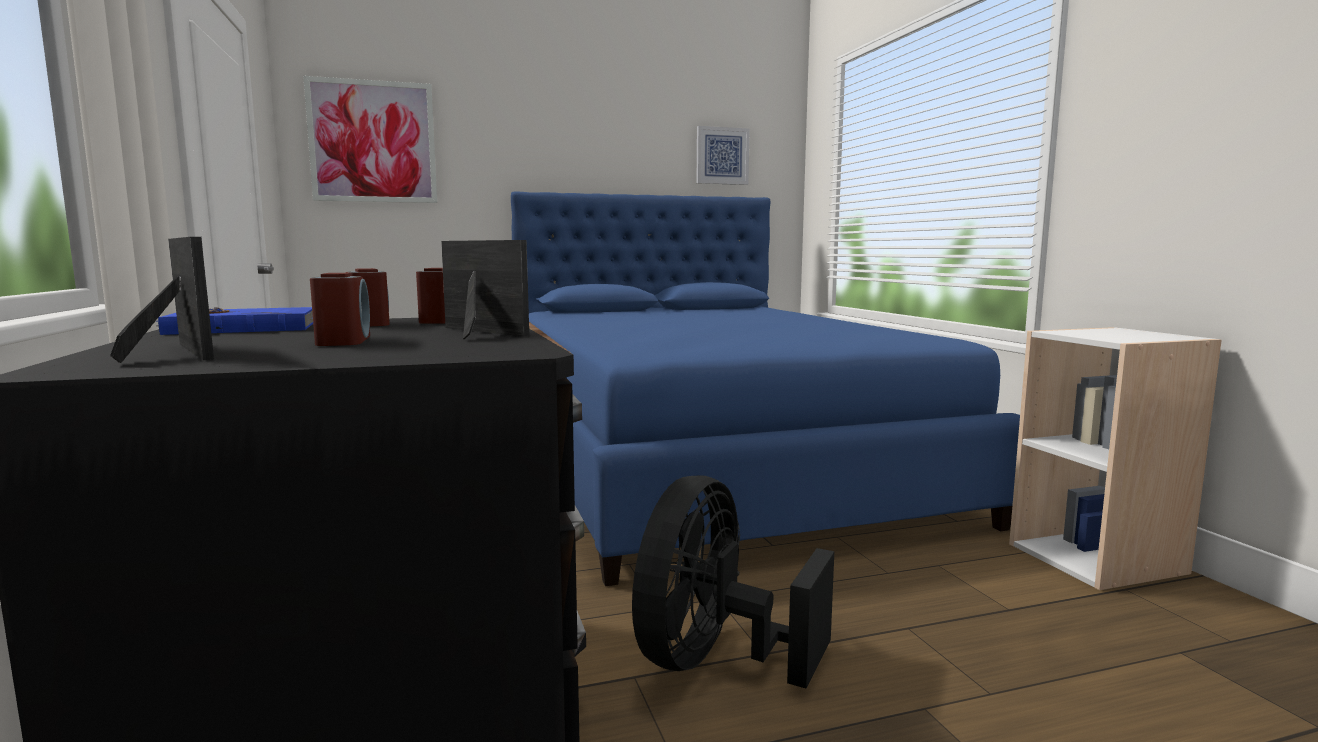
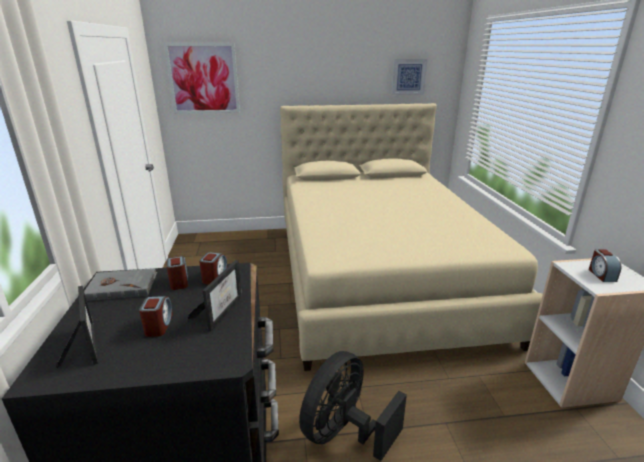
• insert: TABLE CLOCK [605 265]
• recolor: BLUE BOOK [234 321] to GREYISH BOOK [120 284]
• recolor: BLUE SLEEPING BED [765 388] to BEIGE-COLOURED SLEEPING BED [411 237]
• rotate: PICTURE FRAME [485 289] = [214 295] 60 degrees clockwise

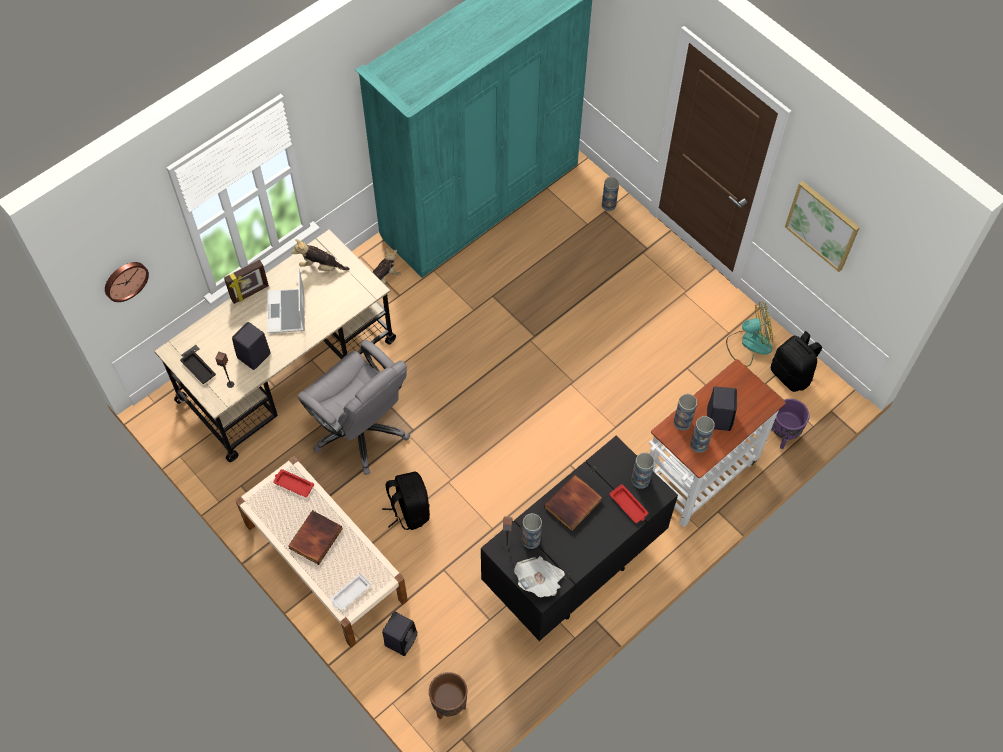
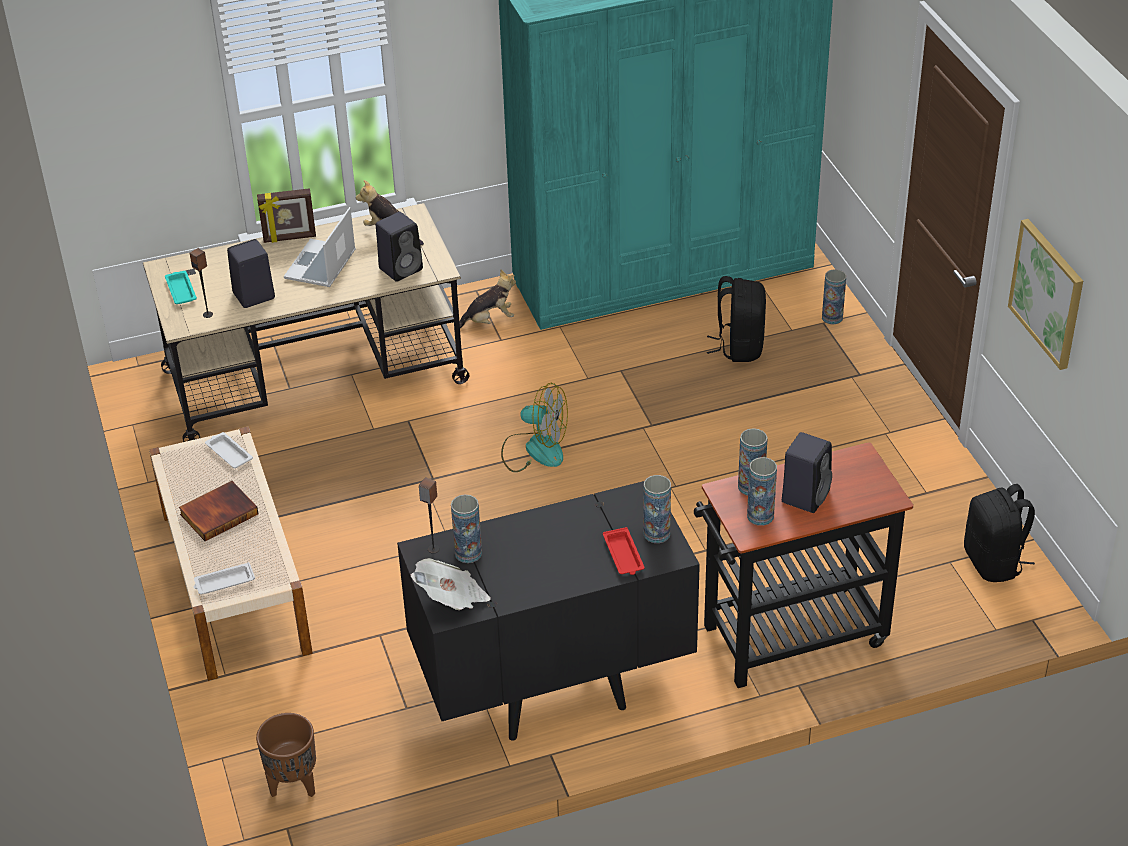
• delete: WALL CLOCK [127 282]
• delete: GREYISH OFFICE CHAIR [354 407]
• delete: BOOK [573 503]
• delete: PURPLISH FLOWER POT [790 424]
• move: BLACK RUCKSACK [406 501] to [736 319]
• move: BLACK AUDIO SPEAKER [399 634] to [399 247]
• move: ELECTRIC FAN [749 334] to [534 427]
• recolor: BLACK TRAY [198 367] to BLUE-GREEN TRAY [181 287]
• recolor: RED-COLOURED TRAY [293 483] to WHITE-COLOURED TRAY [229 450]
• recolor: WHITE-COLOURED WHEELED CART [717 443] to BLACK WHEELED CART [803 565]

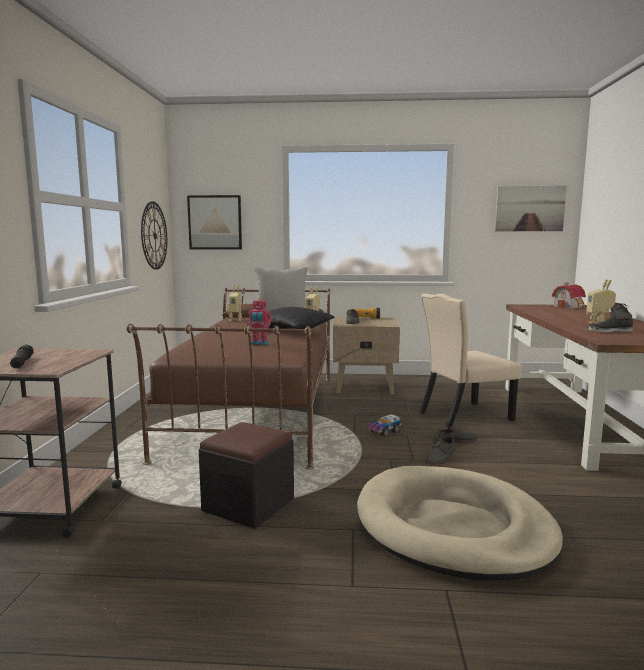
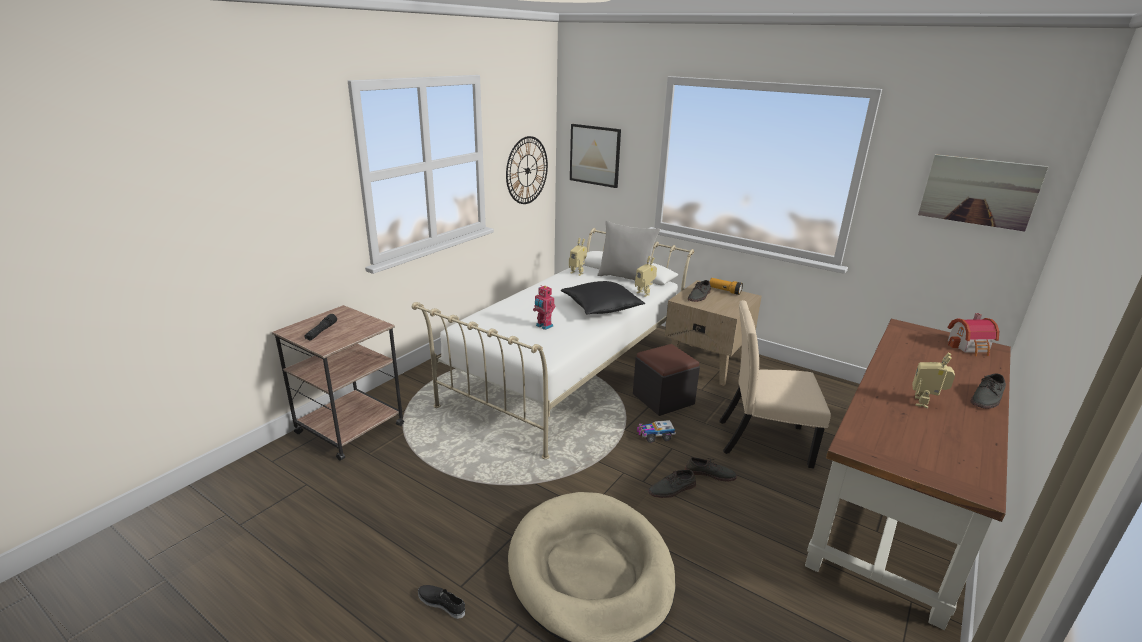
• move: BLACK POUFFE [246 475] to [666 380]
• move: BLACK SHOE [610 323] to [441 602]
• recolor: BROWN-COLOURED SLEEPING BED [228 378] to WHITE-COLOURED SLEEPING BED [553 343]

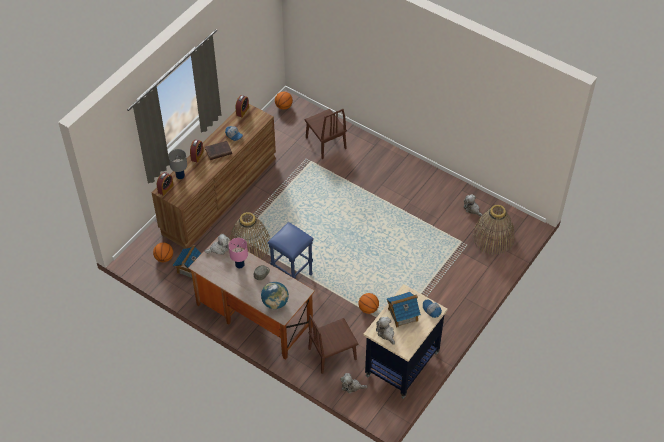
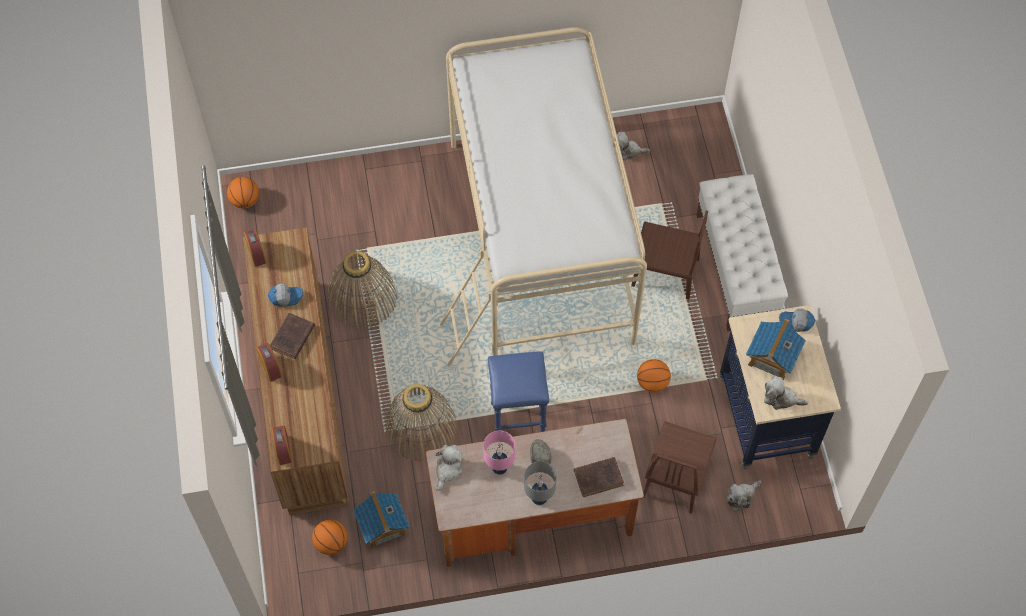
• insert: BEIGE-COLOURED SLEEPING BED [543 196]
• insert: WHITE-COLOURED BENCH [742 252]
• move: GREYISH LAMP FOR A TABLE [177 164] to [540 483]
• move: BROWN-COLOURED UPRIGHT CHAIR [325 134] to [669 255]
• move: STORAGE BASKET [493 230] to [362 290]
• replace: DESK GLOBE [275 295] to BROWN-COLOURED BOOK [599 477]

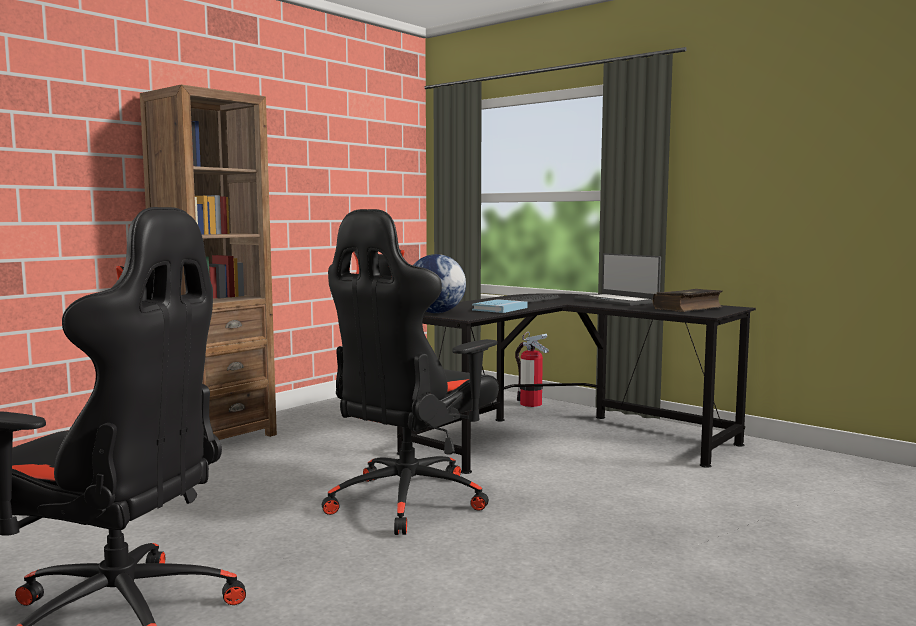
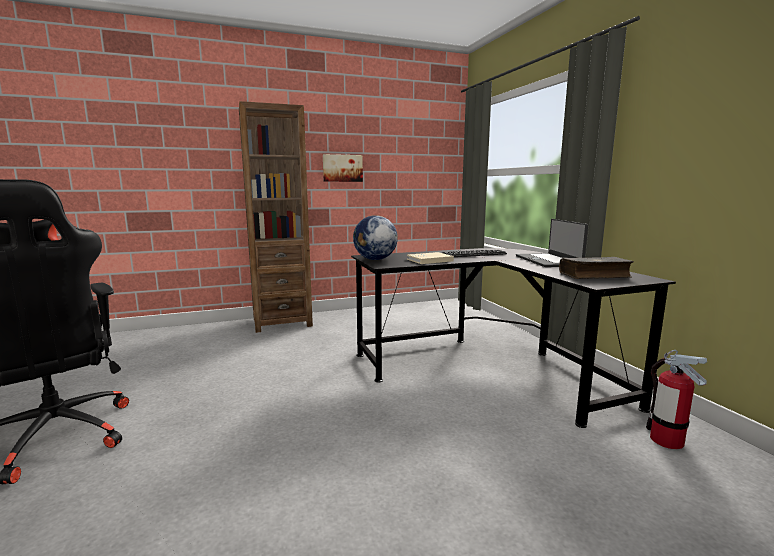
• delete: BLACK OFFICE CHAIR [410 372]
• insert: PICTURE [343 168]
• move: FIRE EXTINGUISHER [532 369] to [676 399]
• recolor: BLUE BOOK [499 306] to BEIGE-COLOURED BOOK [430 258]

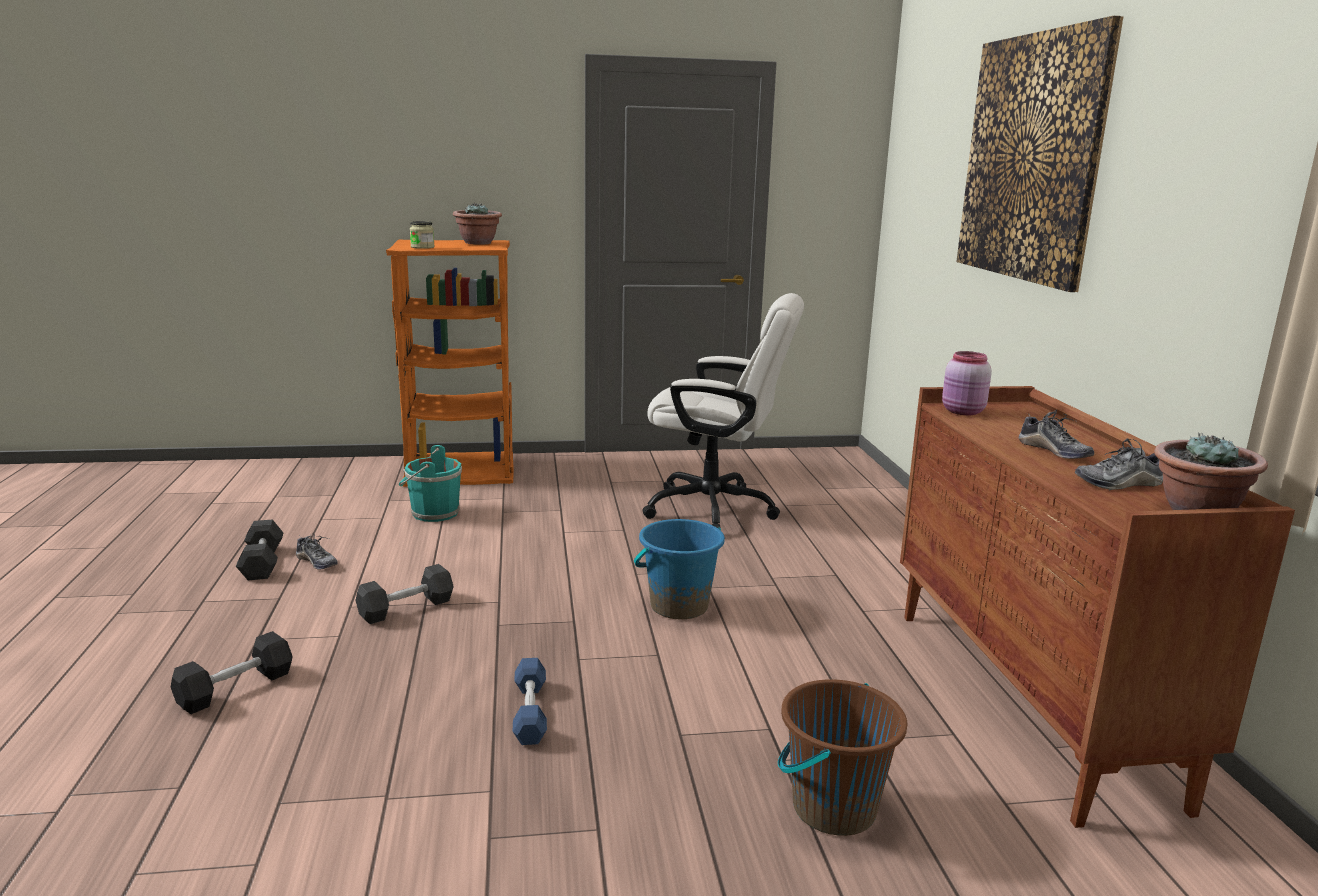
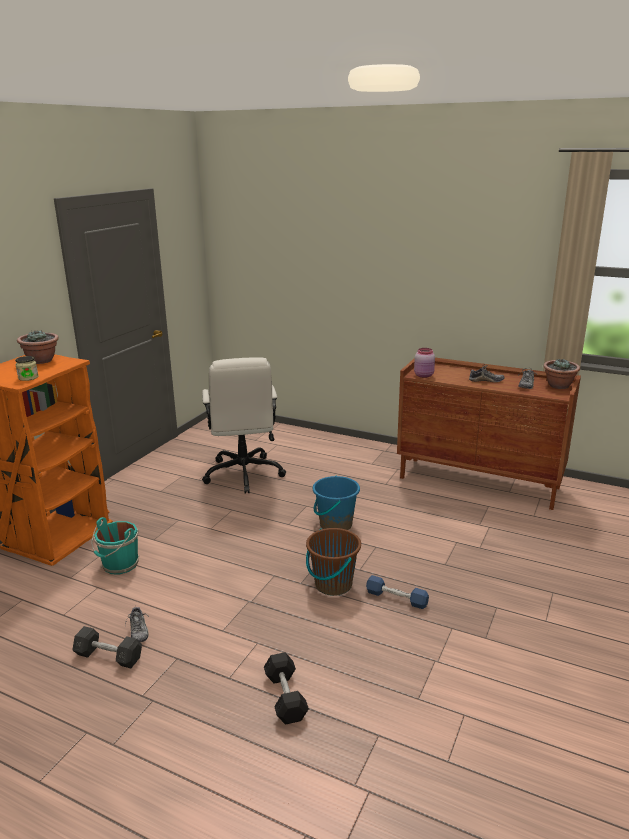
• delete: GREYISH DUMBBELL [405 594]
• delete: PICTURE [1039 154]
• move: BROWN-COLOURED BUCKET [842 757] to [333 562]
• rotate: SHOE [317 552] = [137 623] 90 degrees clockwise
• rotate: WHITE-COLOURED OFFICE CHAIR [723 410] = [244 425] 120 degrees clockwise

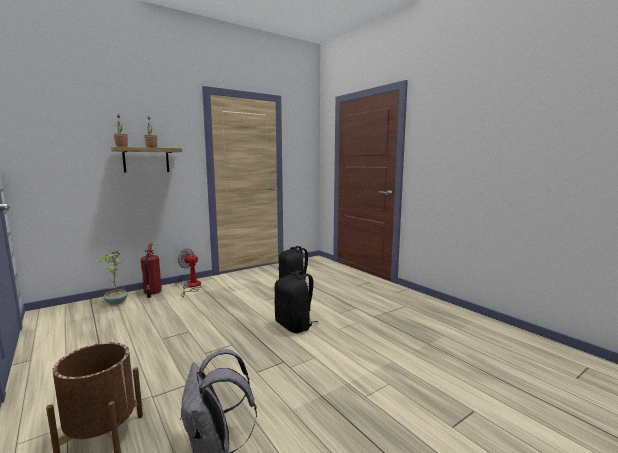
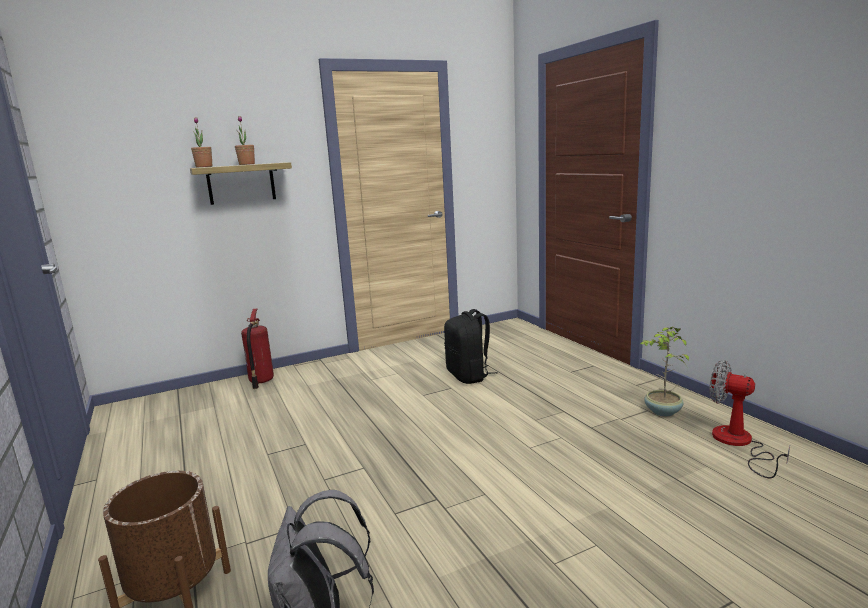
• delete: BLACK RUCKSACK [296 301]
• move: PLANT IN A POT [113 278] to [664 371]
• move: ELECTRIC FAN [190 272] to [749 419]

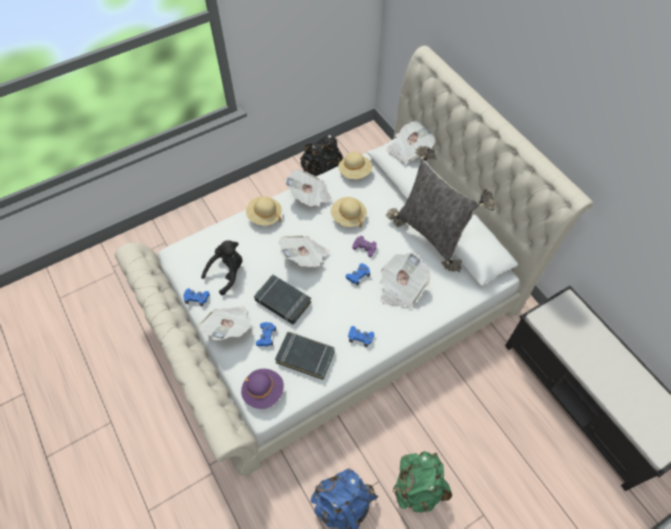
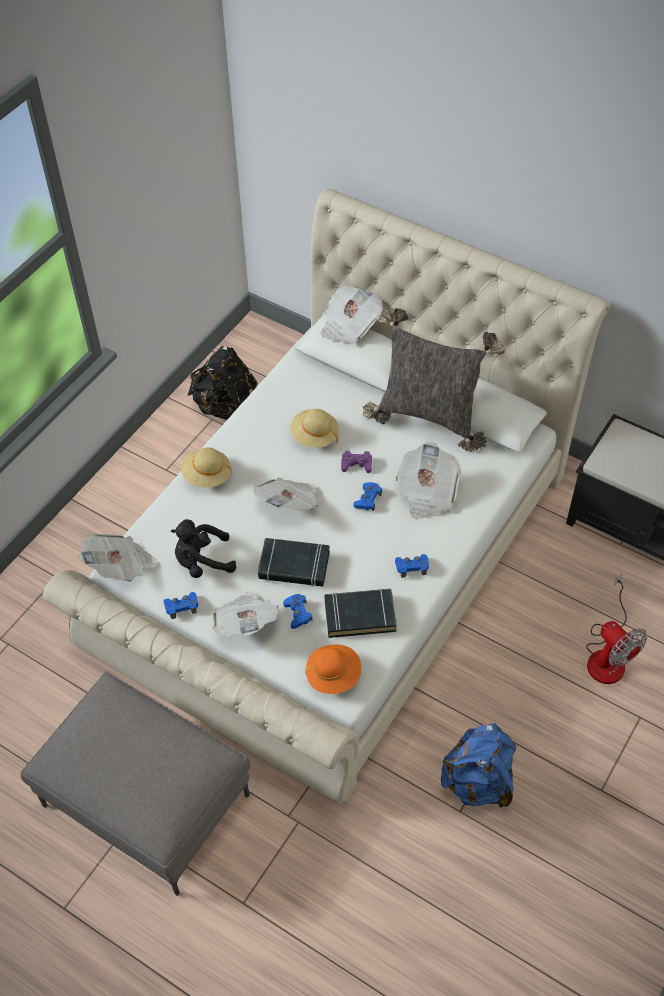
• delete: BEIGE-COLOURED WEARABLE HAT [355 165]
• delete: GREENISH RUCKSACK [422 481]
• insert: GREYISH POUFFE [135 783]
• insert: ELECTRIC FAN [616 628]
• move: NEWSPAPER [308 188] to [118 557]
• recolor: PURPLISH WEARABLE HAT [262 389] to ORANGE-COLOURED WEARABLE HAT [333 669]
• rotate: BLACK CUDDLY TOY [221 267] = [203 548] 120 degrees counterclockwise

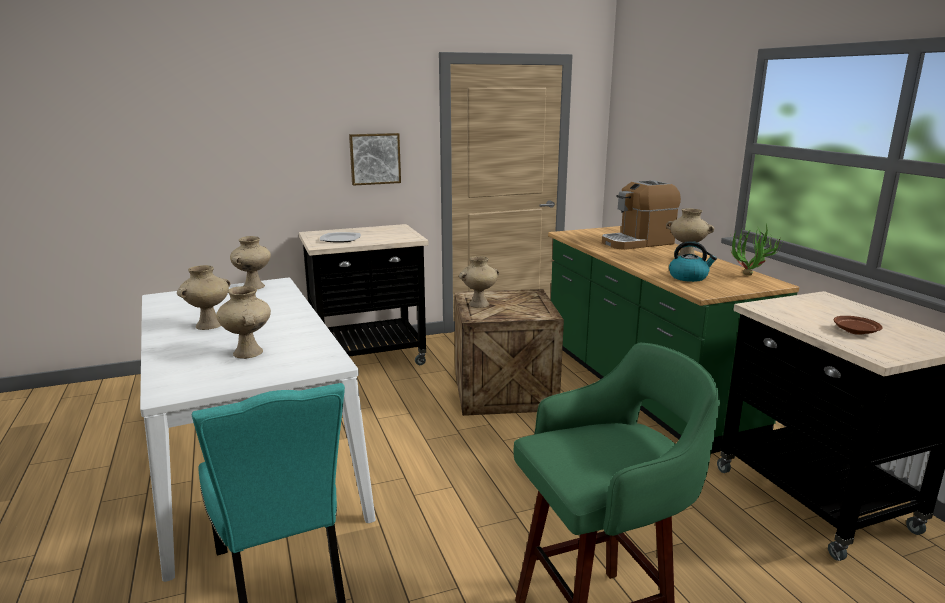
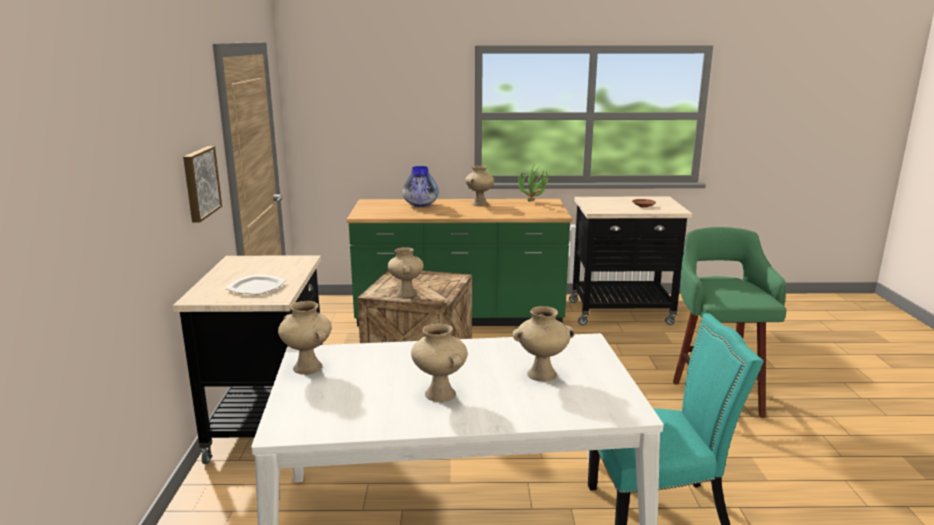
• delete: TEA KETTLE [693 261]
• replace: COFFEE MAKER [641 215] to FLOWER VASE [420 186]

